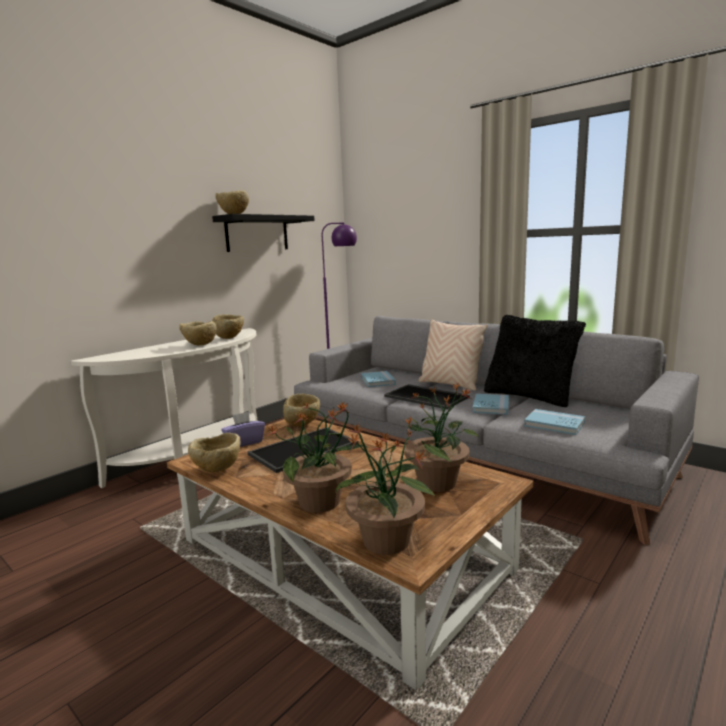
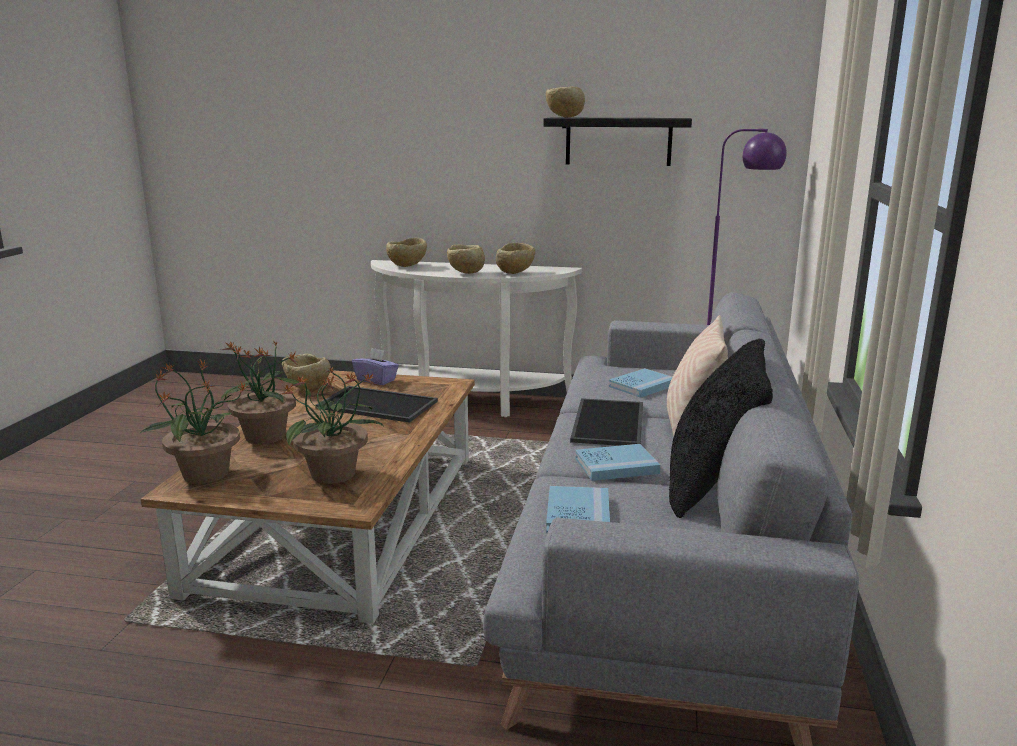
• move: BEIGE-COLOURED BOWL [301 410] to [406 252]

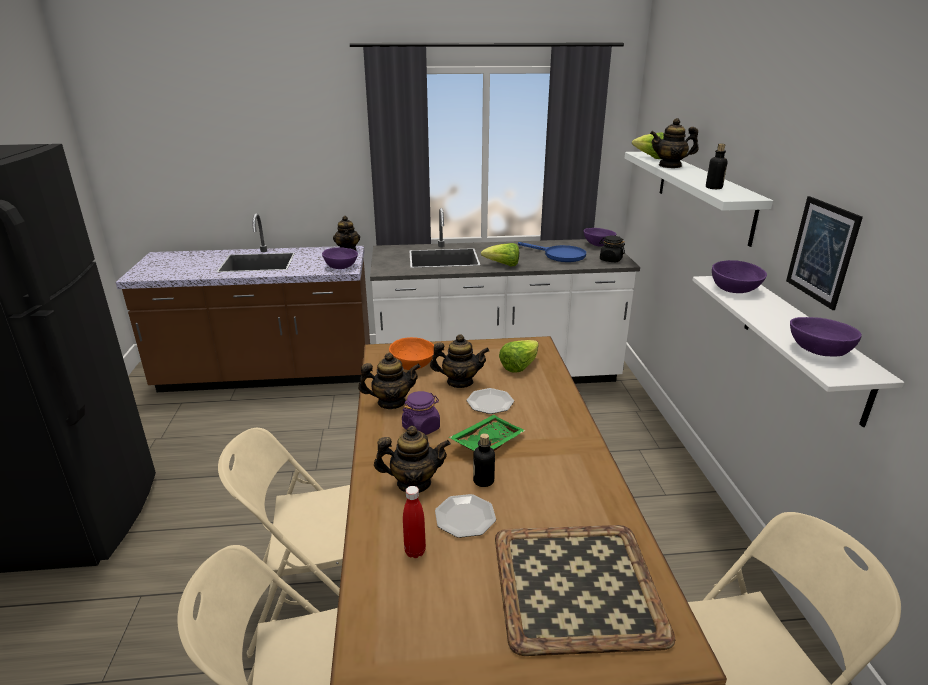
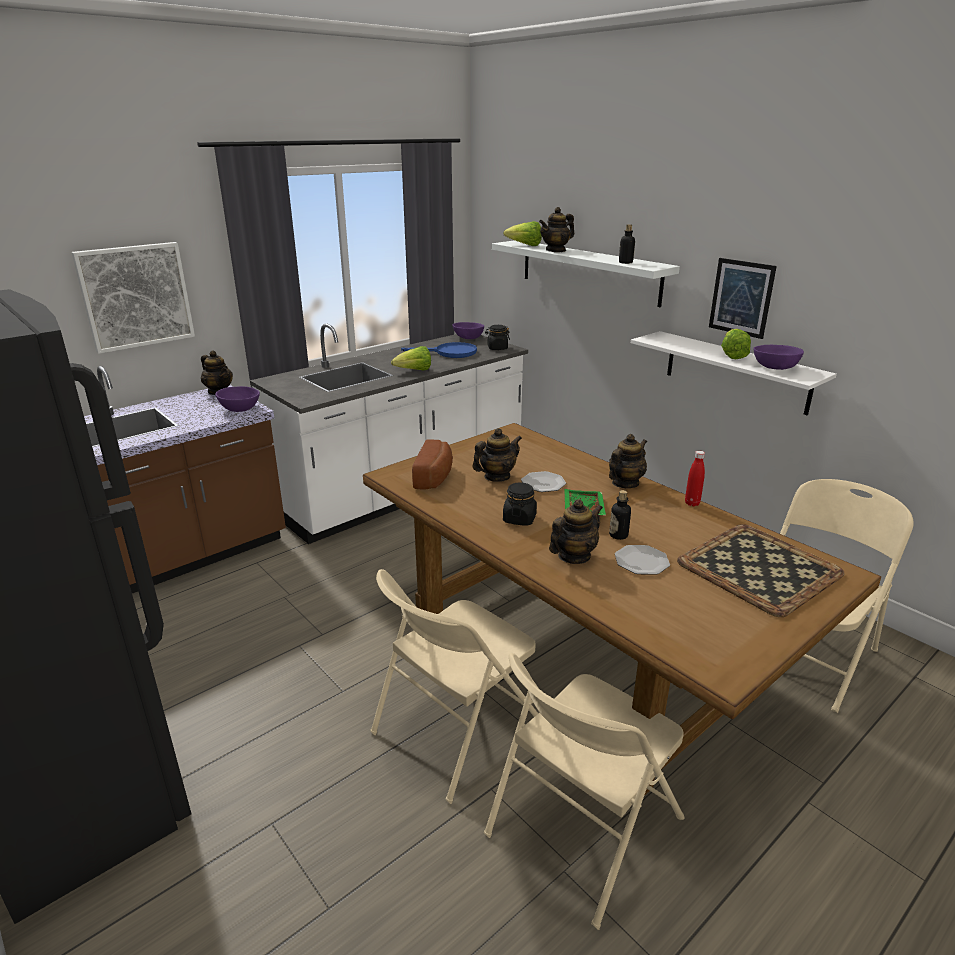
• delete: PURPLISH BOWL [739 276]
• insert: PICTURE [133 298]
• move: TEAPOT [389 380] to [628 461]
• move: RED-COLOURED BEVERAGE BOTTLE [414 522] to [695 478]
• move: LETTUCE [519 356] to [736 344]
• replace: ORANGE-COLOURED BOWL [411 353] to BREAD [432 464]
• recolor: PURPLISH PRESERVE JAR [421 413] to BLACK PRESERVE JAR [520 504]

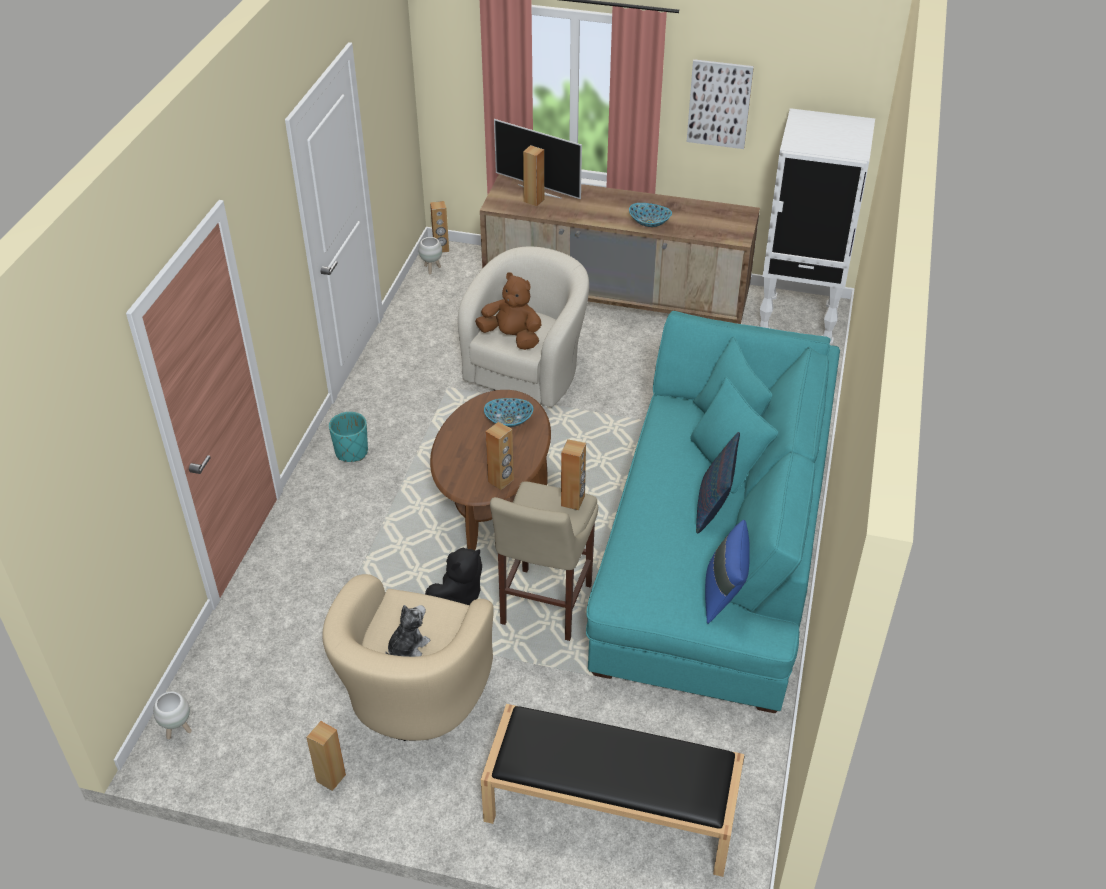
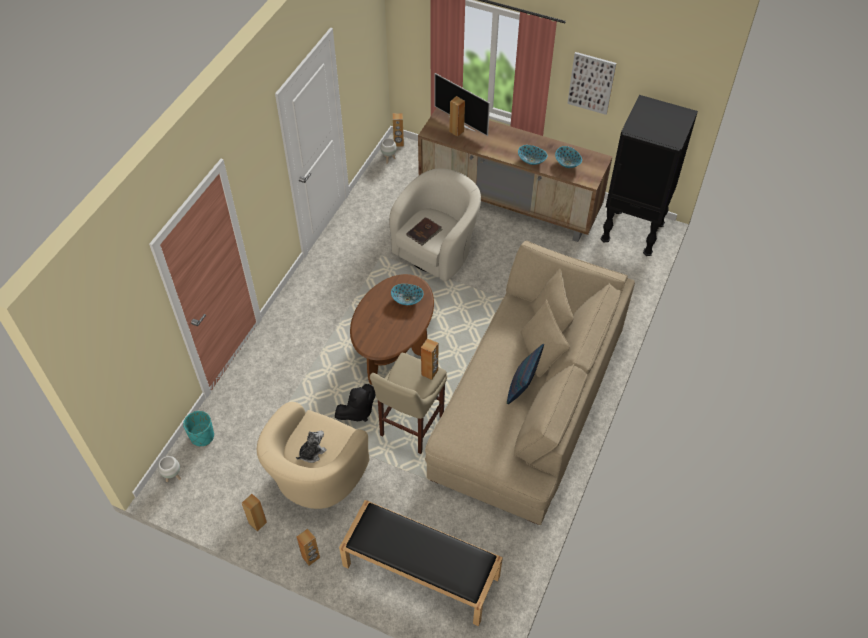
• delete: BLUE THROW PILLOW [727 572]
• insert: BOWL [568 157]
• move: BLUE-GREEN FLOWER POT [348 437] to [198 428]
• move: BROWN-COLOURED AUDIO SPEAKER [499 456] to [308 547]
• replace: BROWN-COLOURED CUDDLY TOY [508 311] to BROWN-COLOURED BOOK [424 231]
• recolor: BLUE-GREEN SETTEE [713 512] to BEIGE-COLOURED SETTEE [530 382]
• recolor: WHITE-COLOURED CUPBOARD [816 226] to BLACK CUPBOARD [649 175]

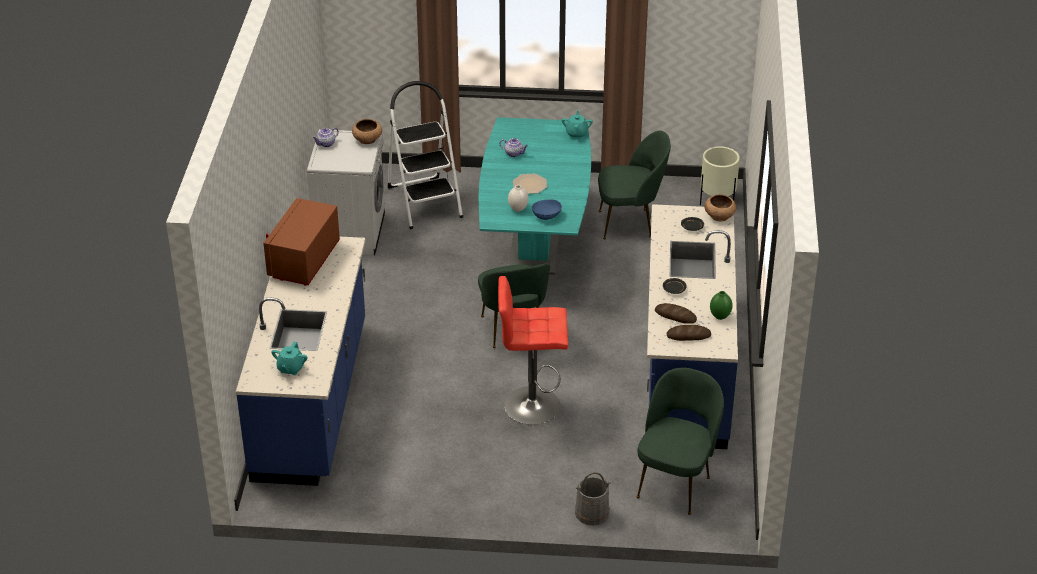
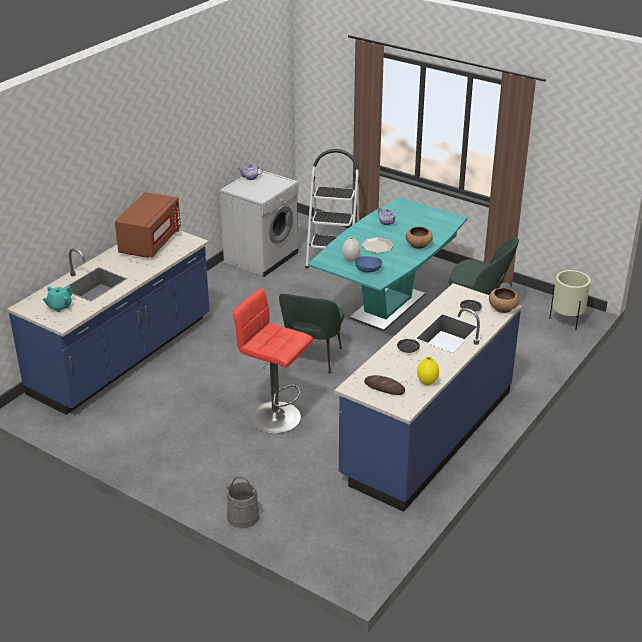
• delete: BLUE-GREEN TEAPOT [577 124]
• delete: GREENISH UPRIGHT CHAIR [680 441]
• delete: BREAD [676 313]
• move: BROWN-COLOURED BOWL [367 131] to [419 237]
• recolor: GREENISH FLOWER VASE [721 305] to YELLOW-COLOURED FLOWER VASE [428 370]
• rotate: BROWN-COLOURED MICROWAVE [301 242] = [148 225] 150 degrees clockwise

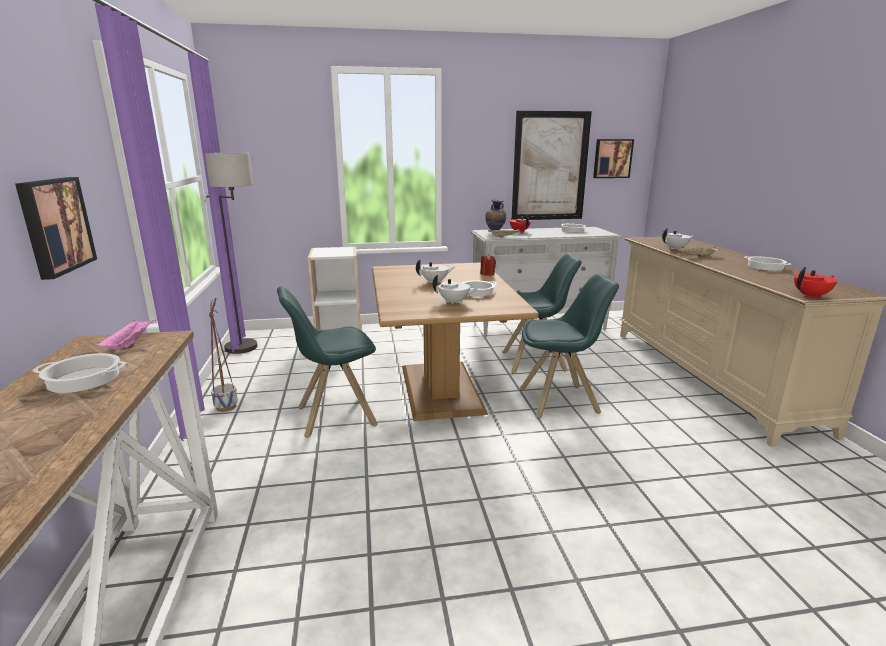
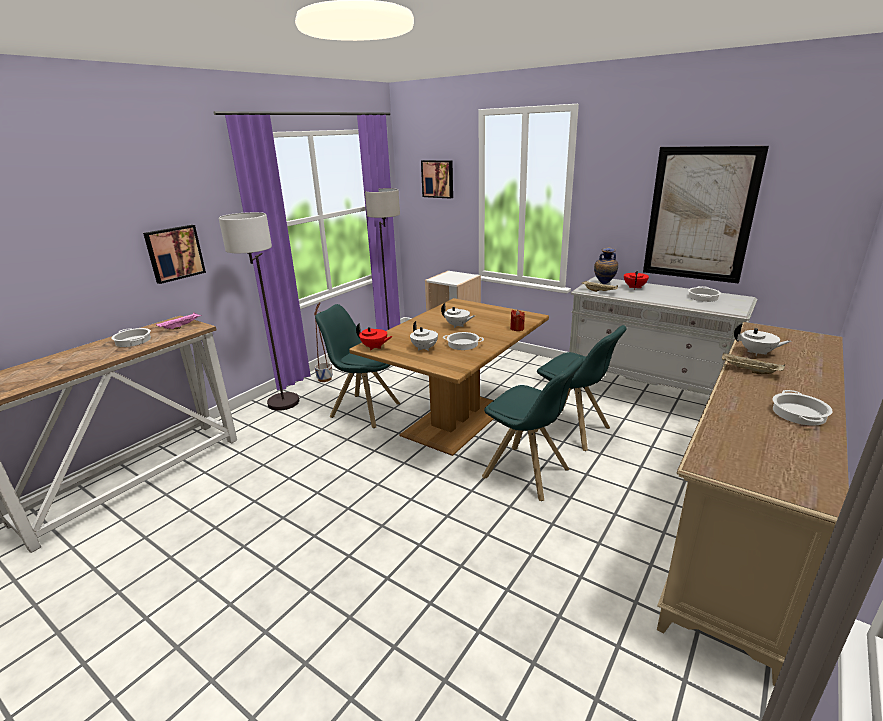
• insert: WHITE-COLOURED STANDING LAMP [259 311]
• move: PICTURE [613 158] to [437 179]
• move: RED-COLOURED TEAPOT [815 283] to [374 336]

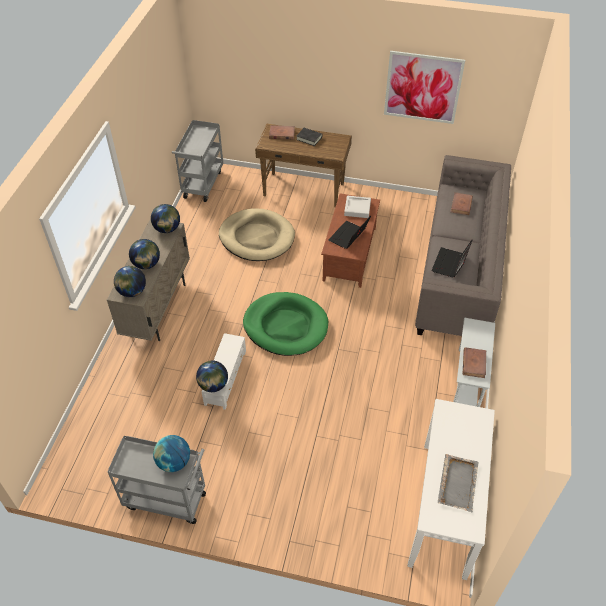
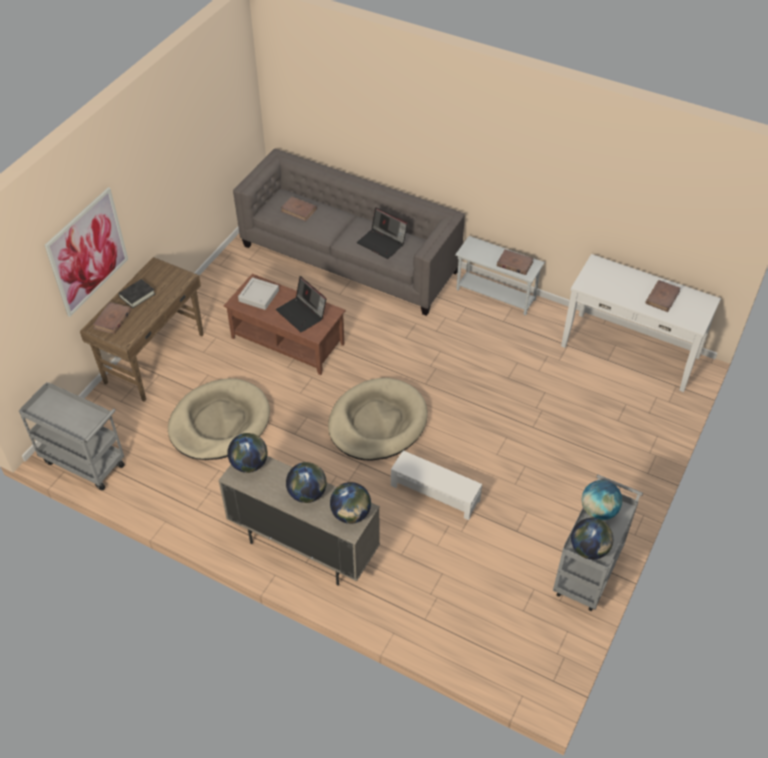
• move: DESK GLOBE [212 376] to [592 539]
• move: PICTURE [424 87] to [86 252]
• replace: GREYISH TRAY [458 483] to BROWN-COLOURED BOOK [663 296]
• recolor: GREENISH DOG BED [285 324] to BEIGE-COLOURED DOG BED [378 419]

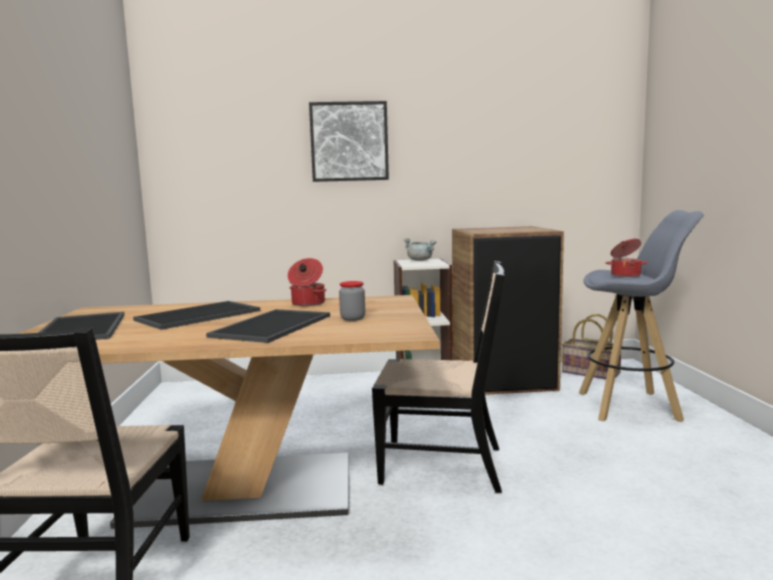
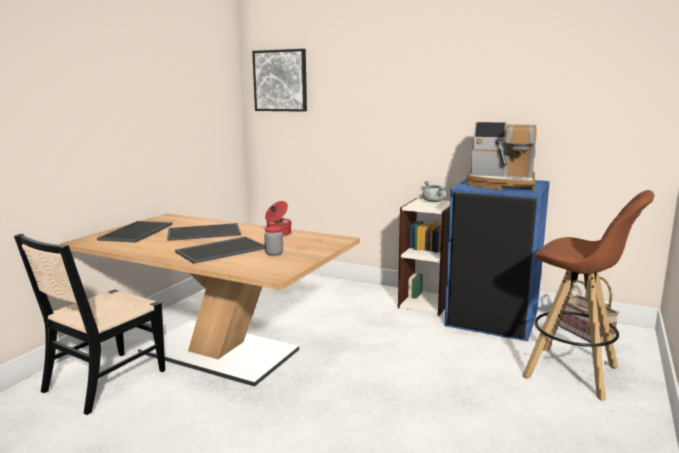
• delete: UPRIGHT CHAIR [438 377]
• delete: COOKING POT [626 258]
• insert: COFFEE MAKER [502 157]
• move: PICTURE [349 141] to [279 80]
• recolor: BROWN-COLOURED CUPBOARD [508 310] to BLUE CUPBOARD [497 259]
• recolor: GREYISH STOOL [641 316] to BROWN-COLOURED STOOL [588 295]

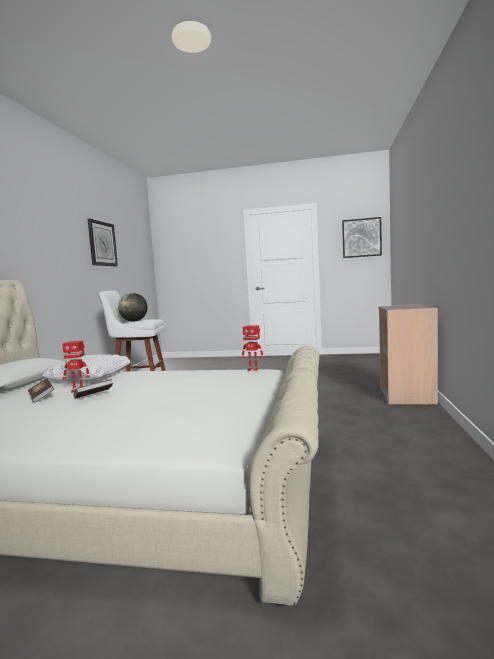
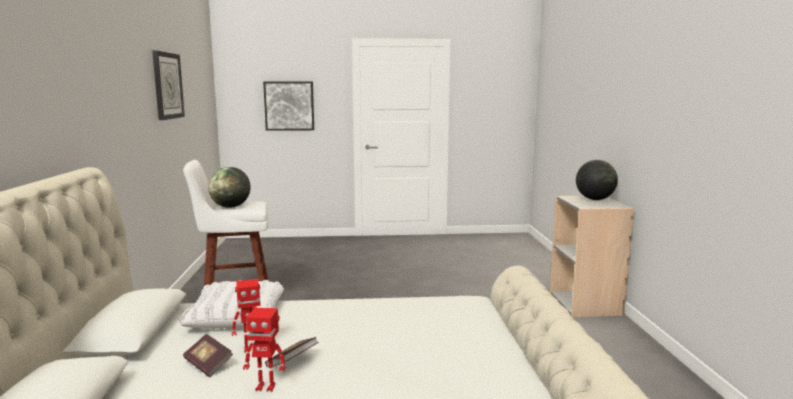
• insert: DESK GLOBE [597 180]
• move: MODEL ROBOT [252 348] to [264 350]
• move: PICTURE [362 237] to [288 106]

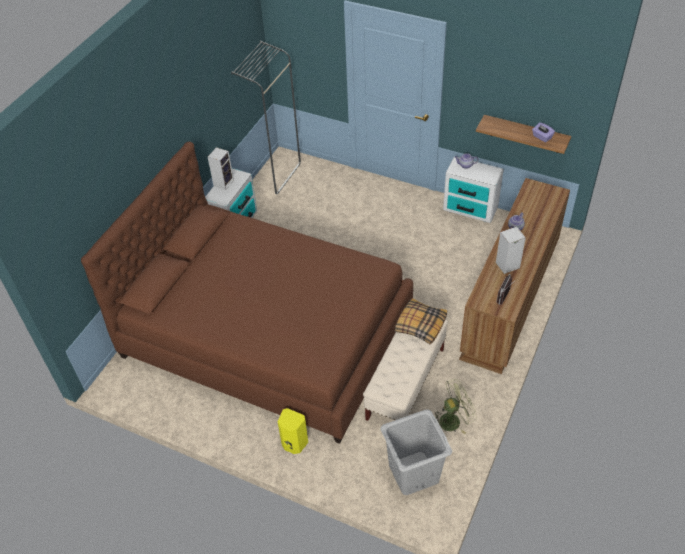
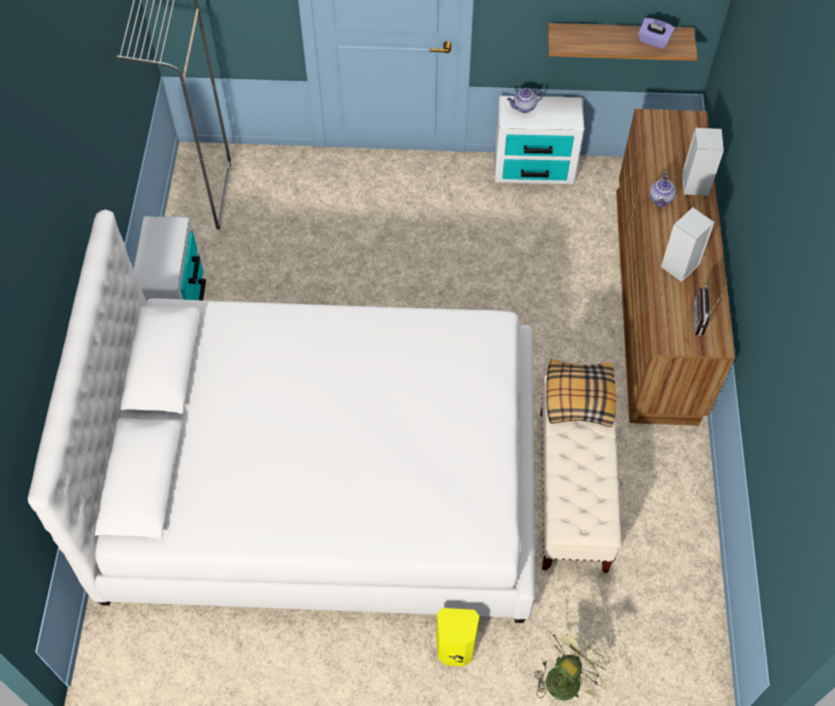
• delete: GREYISH LAUNDRY BASKET [416 452]
• move: AUDIO SPEAKER [221 168] to [703 162]
• move: GREENISH ELECTRIC FAN [456 406] to [574 661]
• recolor: BROWN-COLOURED SLEEPING BED [247 293] to WHITE-COLOURED SLEEPING BED [281 416]

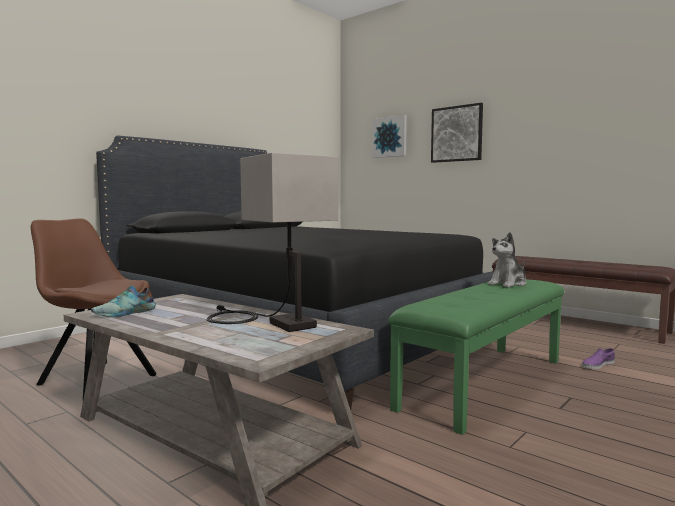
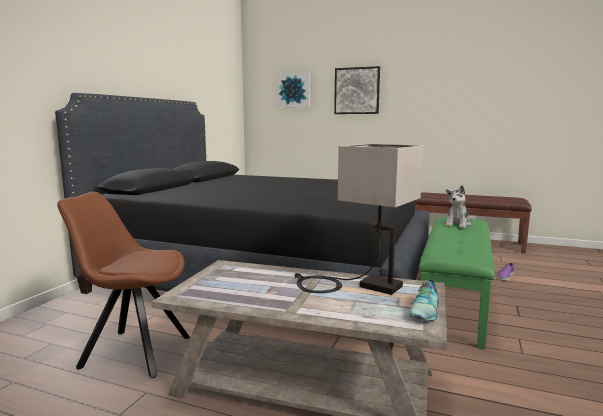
• move: SHOE [123 301] to [424 300]

